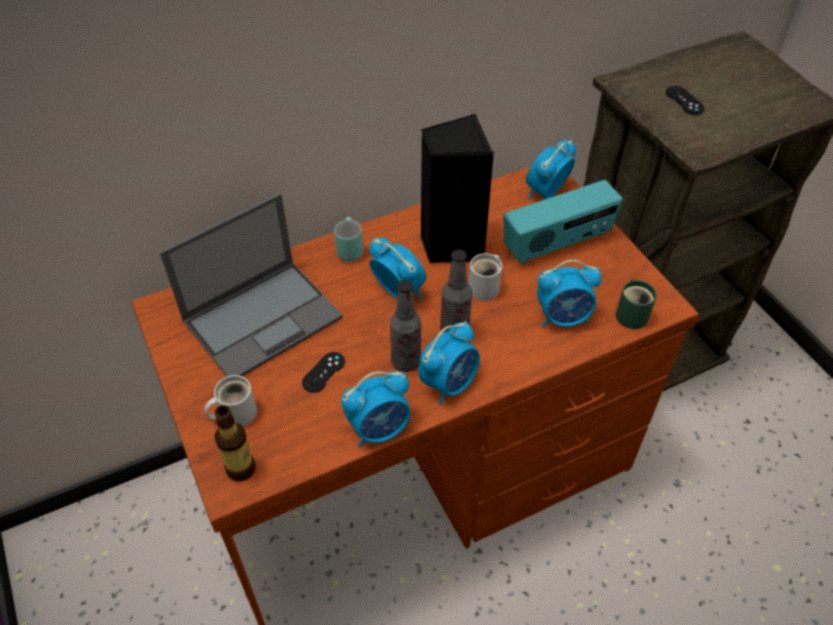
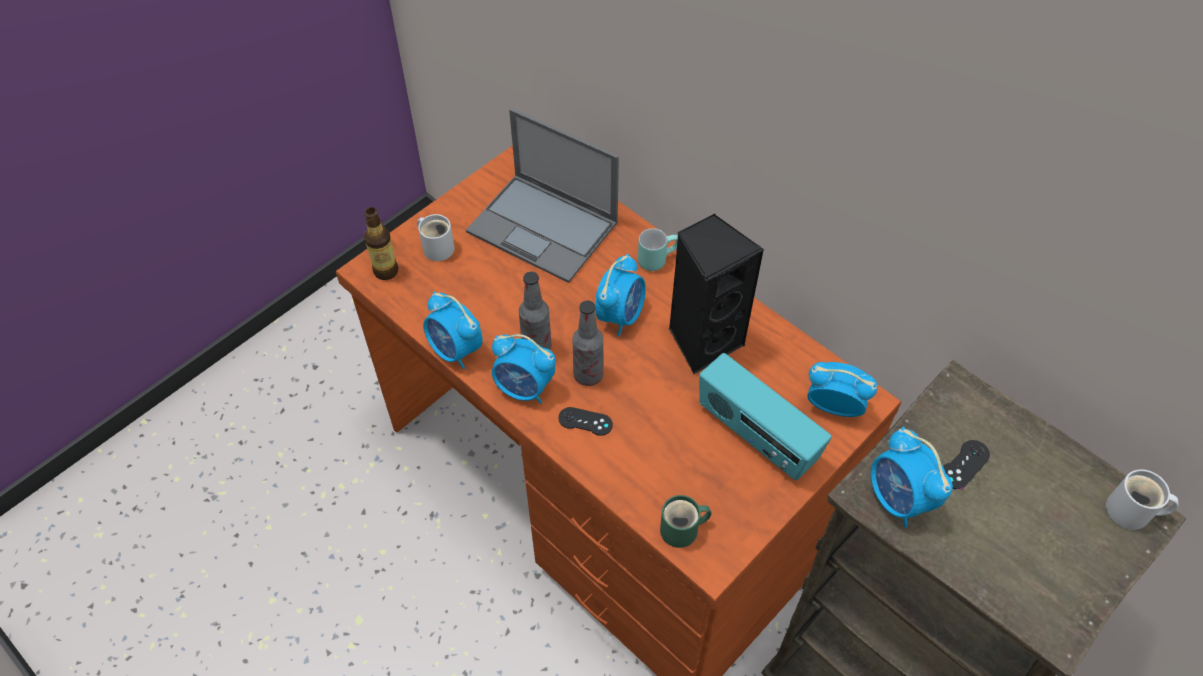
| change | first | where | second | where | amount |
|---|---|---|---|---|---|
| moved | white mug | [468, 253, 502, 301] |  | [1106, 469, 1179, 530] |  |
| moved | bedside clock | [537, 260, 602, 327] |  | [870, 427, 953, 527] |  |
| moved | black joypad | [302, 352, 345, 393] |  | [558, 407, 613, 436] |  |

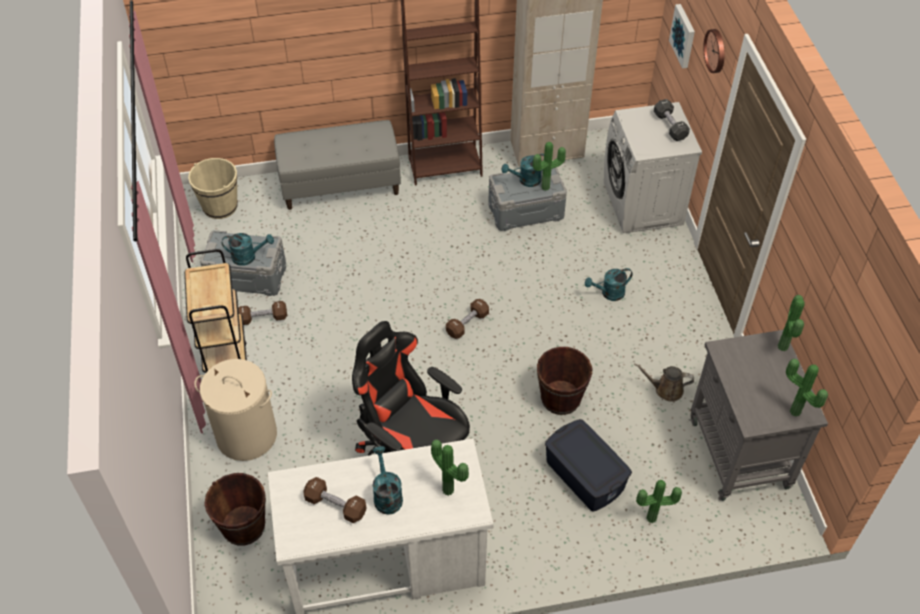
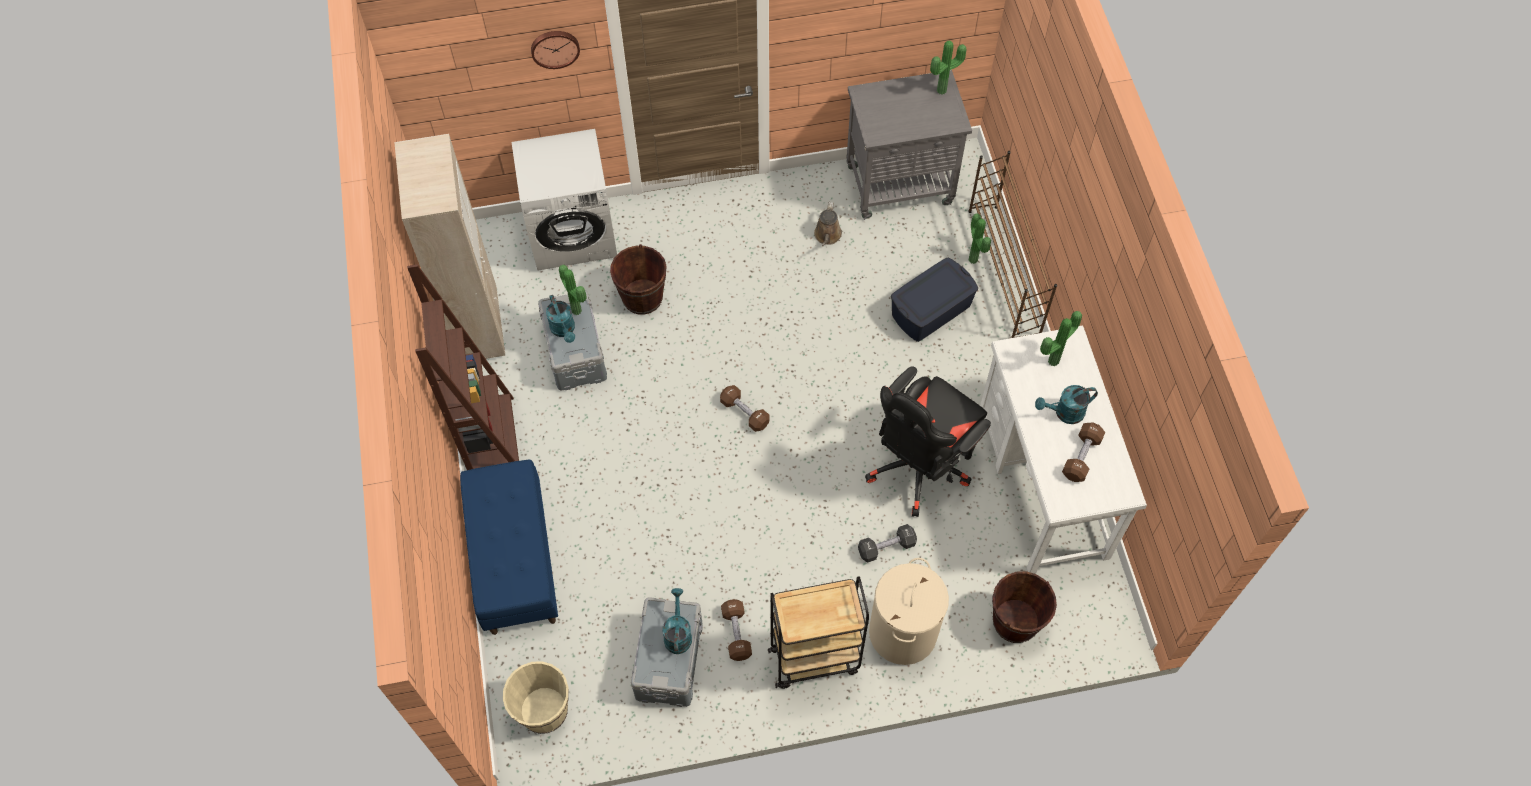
| change | first | where | second | where | amount |
|---|---|---|---|---|---|
| removed | wall art | [669, 4, 695, 69] |  |  |  |
| moved | black dumbbell | [654, 99, 690, 141] |  | [858, 524, 917, 563] |  |
| recoloured | greyish bench | [274, 120, 401, 210] | bluish bench | [460, 460, 558, 635] |  |
| removed | turquoise watering can | [585, 268, 633, 301] |  |  |  |
| removed | potted plant | [778, 295, 805, 351] |  |  |  |
| moved | brown pail | [537, 347, 592, 415] |  | [610, 244, 667, 315] |  |
| added |  |  | brown shoe stand | [968, 151, 1057, 338] |  |

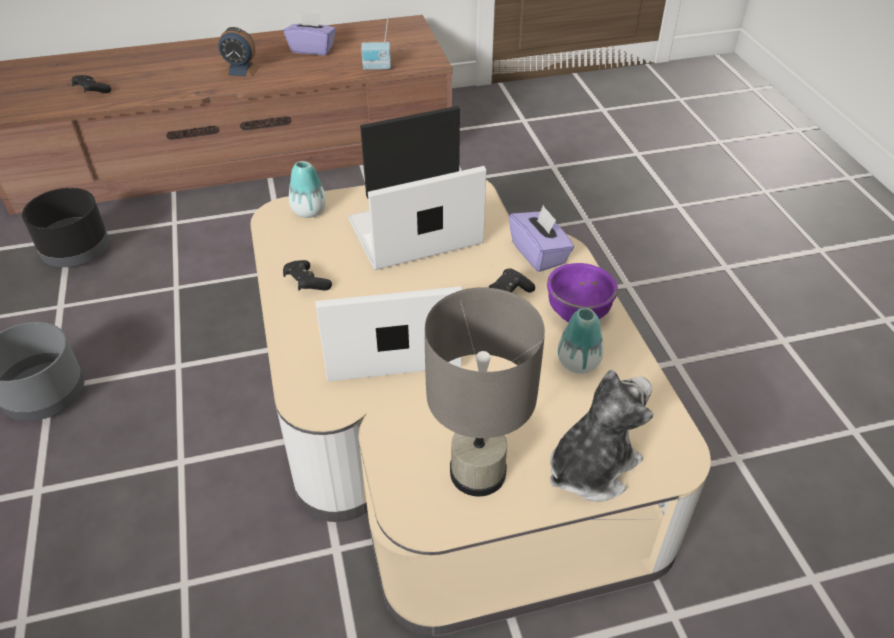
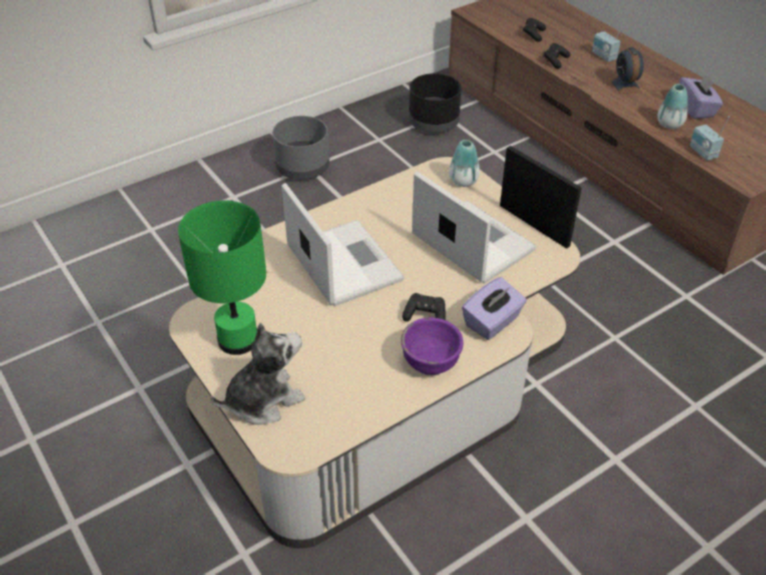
| change | first | where | second | where | amount |
|---|---|---|---|---|---|
| moved | black joypad | [283, 260, 332, 291] |  | [543, 43, 570, 69] |  |
| recoloured | greyish table lamp | [425, 287, 545, 496] | greenish table lamp | [178, 201, 266, 355] |  |
| moved | flower vase | [557, 308, 604, 374] |  | [658, 84, 688, 129] |  |
| turned | cuddly toy | [550, 369, 654, 502] |  | [211, 323, 305, 425] | 60 degrees counterclockwise |
| added |  |  | radio | [592, 20, 624, 62] |  |

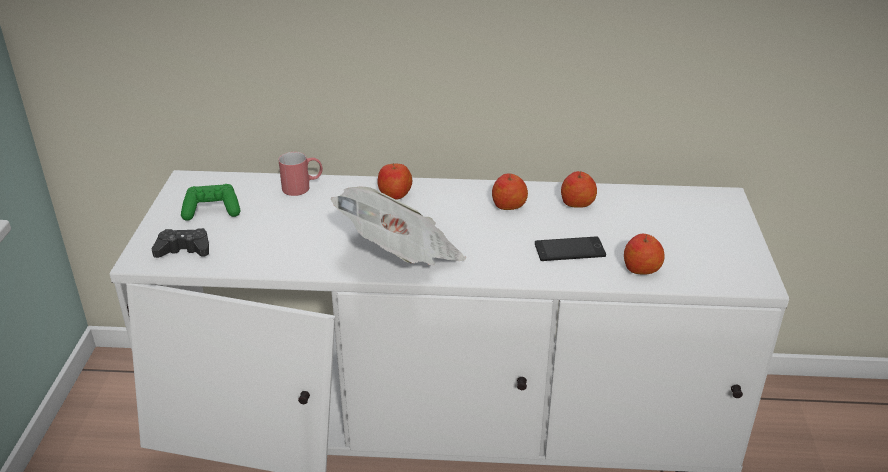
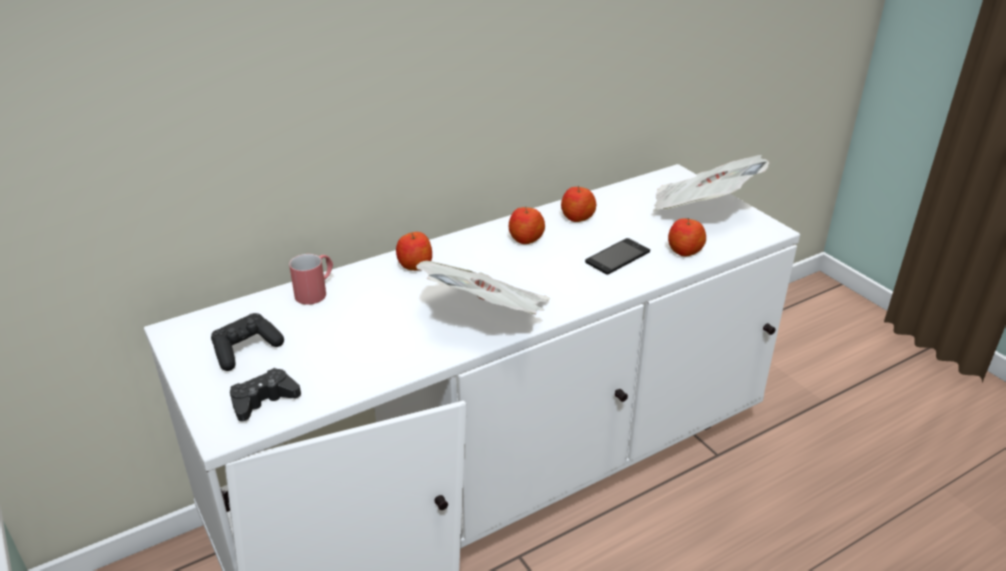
| change | first | where | second | where | amount |
|---|---|---|---|---|---|
| recoloured | greenish joypad | [181, 184, 240, 221] | black joypad | [211, 313, 284, 371] |  |
| added |  |  | printed paper | [653, 155, 769, 211] |  |

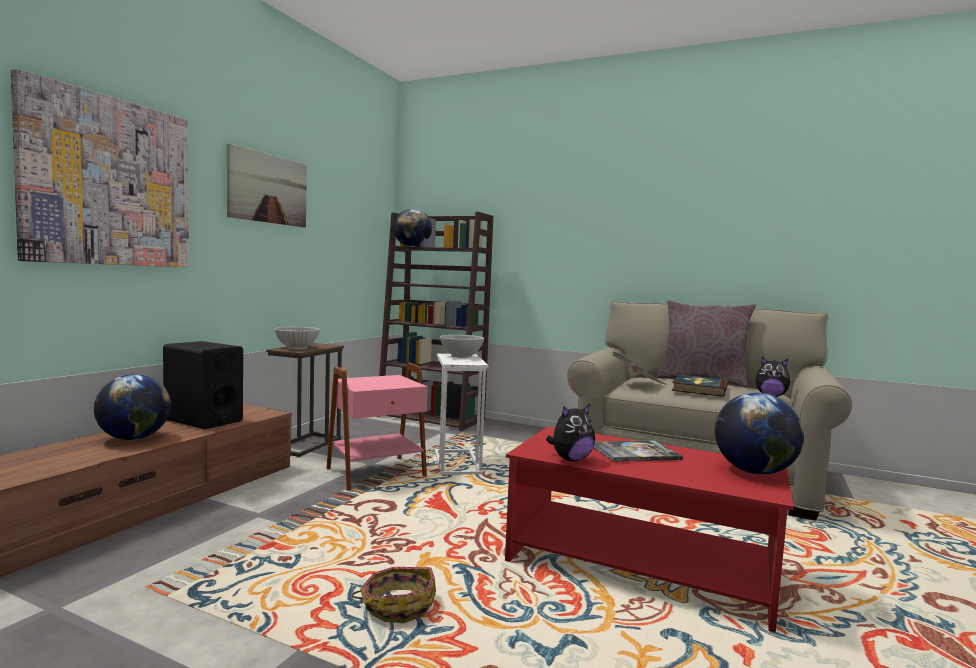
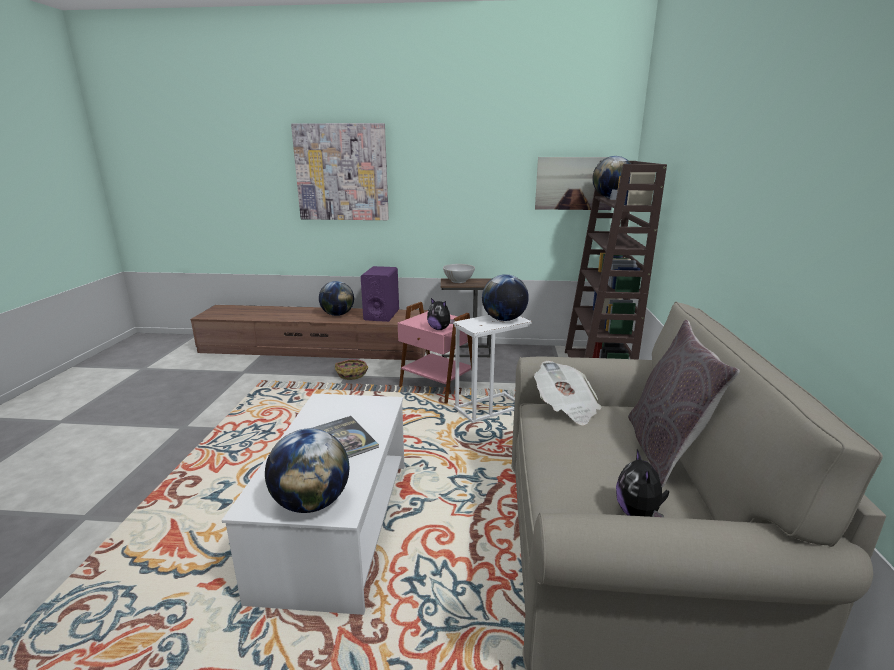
| change | first | where | second | where | amount |
|---|---|---|---|---|---|
| moved | wall art | [227, 143, 307, 227] |  | [535, 157, 611, 210] |  |
| replaced | white bowl | [440, 335, 484, 358] | globe | [482, 274, 529, 321] |  |
| recoloured | black speaker | [163, 341, 243, 429] | purplish speaker | [361, 266, 399, 322] |  |
| removed | bound book | [672, 374, 728, 397] |  |  |  |
| moved | cuddly toy | [546, 404, 595, 461] |  | [427, 298, 455, 330] |  |
| recoloured | reddish lounge table | [505, 427, 794, 633] | white lounge table | [222, 394, 404, 615] |  |
| moved | storage basket | [352, 567, 436, 623] |  | [335, 359, 368, 380] |  |

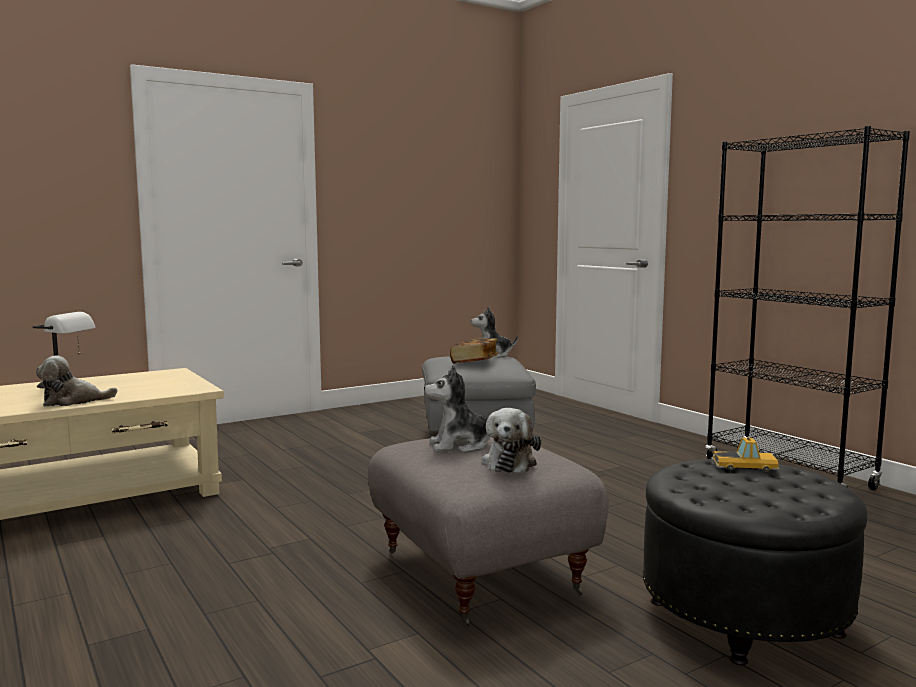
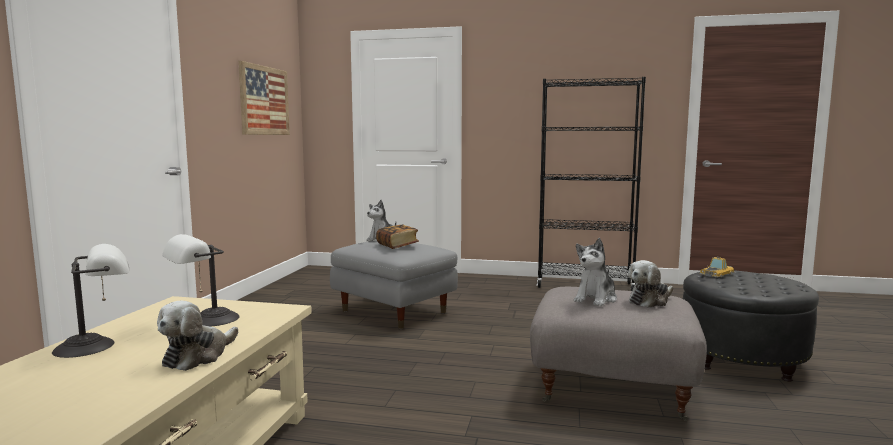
| change | first | where | second | where | amount |
|---|---|---|---|---|---|
| turned | cuddly toy | [481, 408, 541, 473] |  | [628, 260, 674, 308] | 90 degrees clockwise |
| added |  |  | wall art | [238, 61, 290, 135] |  |
| added |  |  | table lamp | [162, 234, 240, 326] |  |

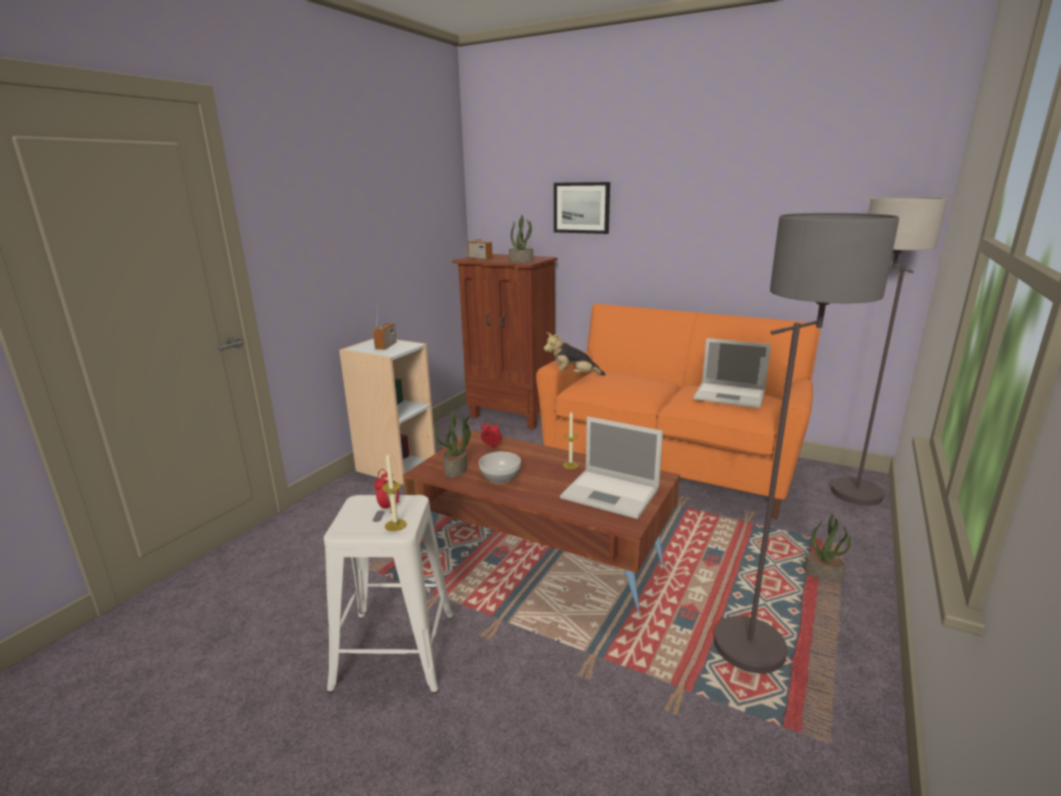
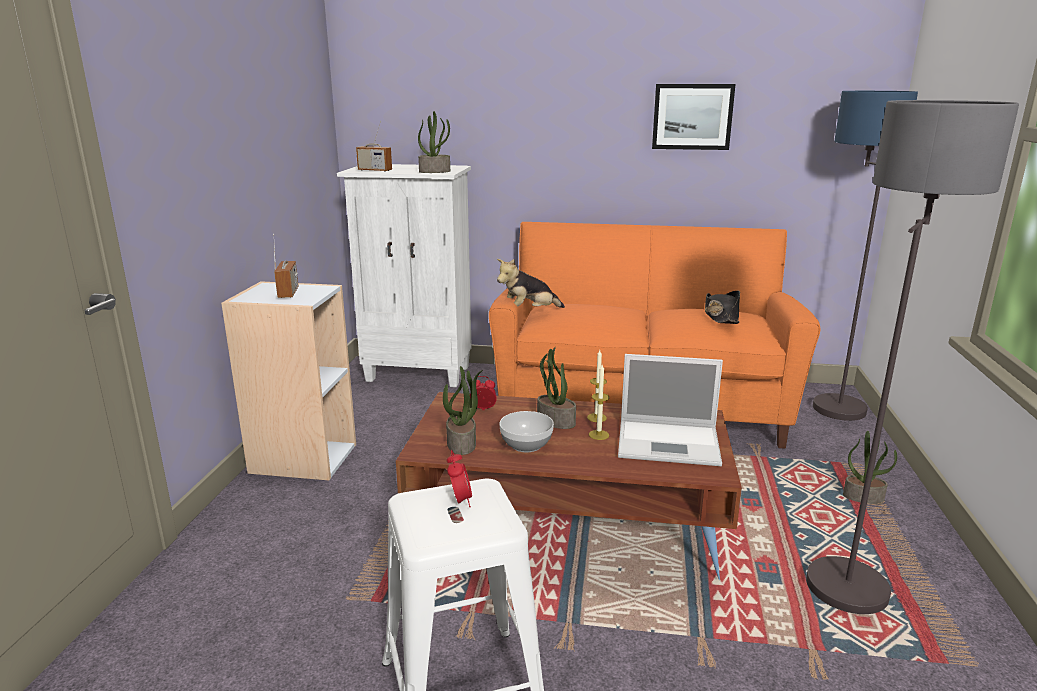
| change | first | where | second | where | amount |
|---|---|---|---|---|---|
| moved | wall art | [554, 182, 610, 234] |  | [652, 84, 736, 150] |  |
| recoloured | greyish floor lamp | [831, 197, 947, 506] | bluish floor lamp | [813, 91, 918, 421] |  |
| recoloured | brown storage cabinet | [452, 254, 558, 430] | white storage cabinet | [337, 164, 472, 387] |  |
| replaced | laptop | [693, 338, 771, 408] | black clothing hat | [705, 290, 740, 324] |  |
| moved | wax candle | [382, 452, 407, 532] |  | [589, 364, 610, 440] |  |
| added |  |  | potted plant | [537, 347, 576, 429] |  |

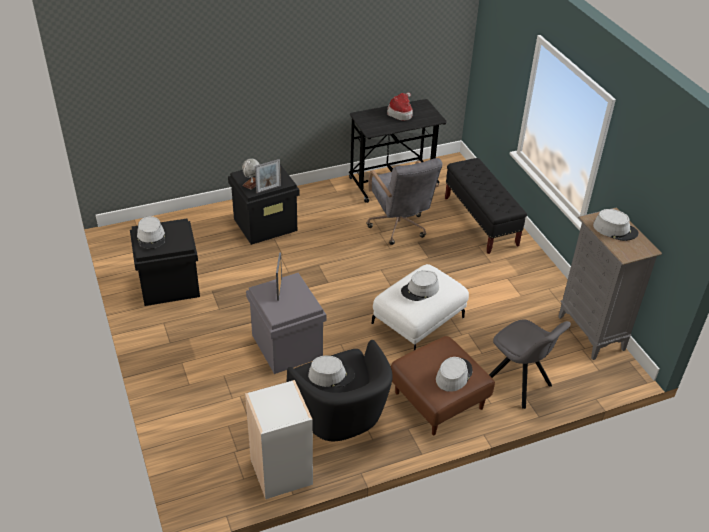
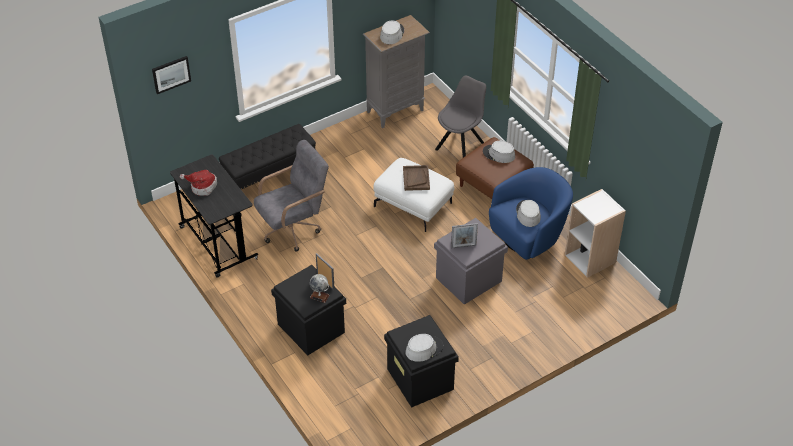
| change | first | where | second | where | amount |
|---|---|---|---|---|---|
| replaced | greyish clothing hat | [401, 270, 439, 301] | brown carrying tray | [403, 165, 430, 191] |  |
| recoloured | black armchair | [287, 340, 393, 441] | bluish armchair | [489, 167, 573, 260] |  |
| added |  |  | wall art | [152, 56, 191, 94] |  |

